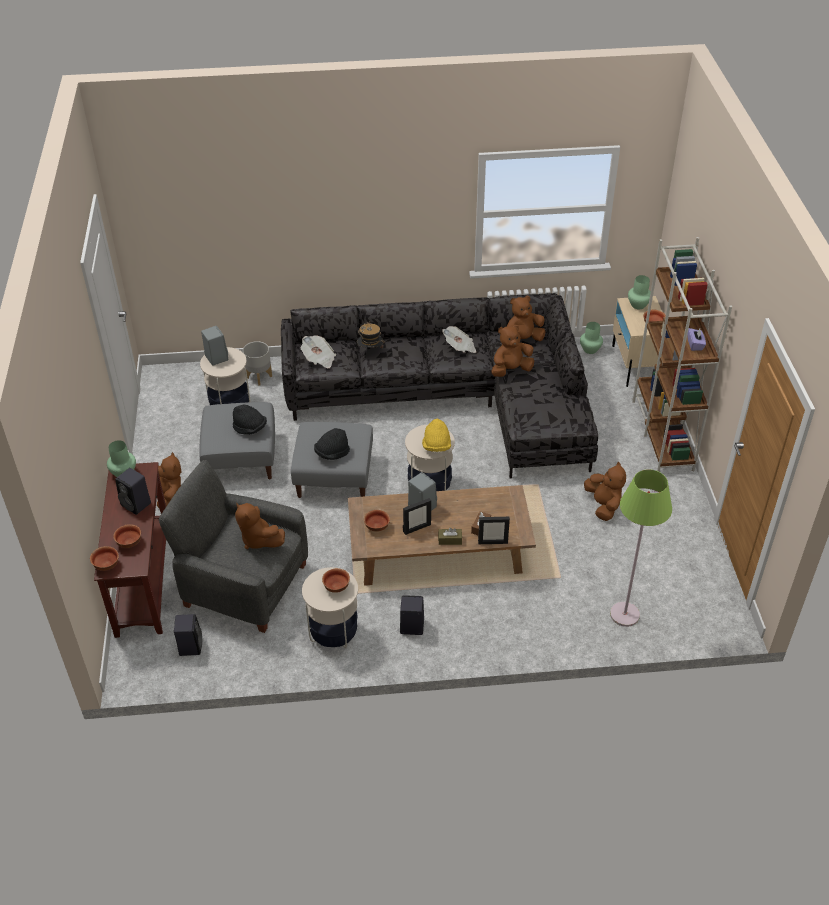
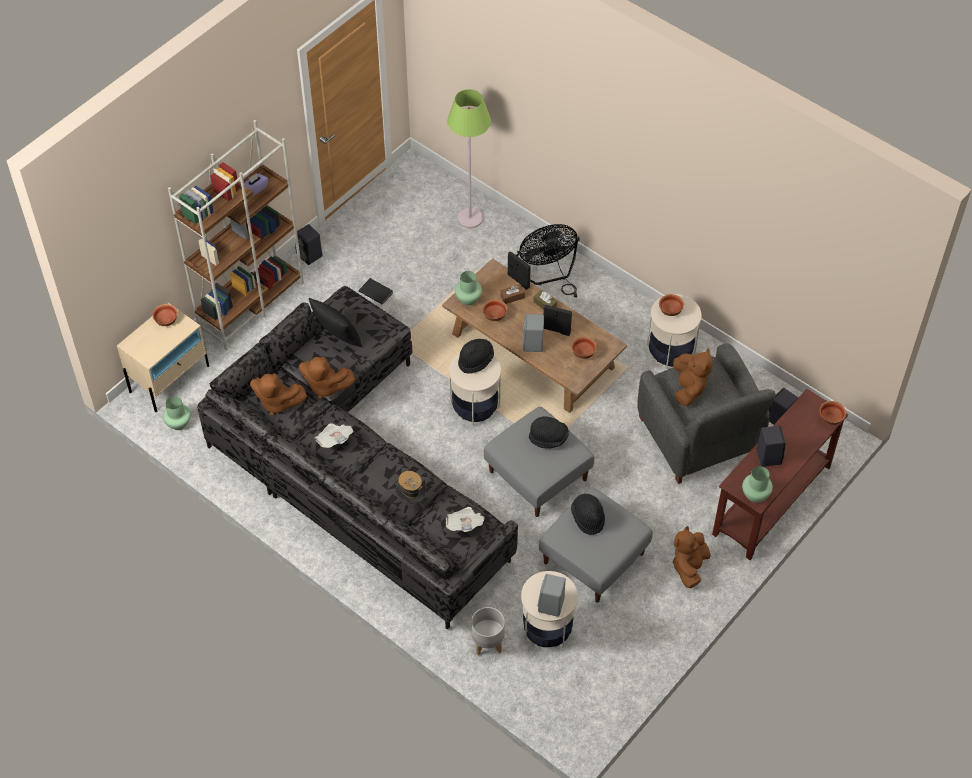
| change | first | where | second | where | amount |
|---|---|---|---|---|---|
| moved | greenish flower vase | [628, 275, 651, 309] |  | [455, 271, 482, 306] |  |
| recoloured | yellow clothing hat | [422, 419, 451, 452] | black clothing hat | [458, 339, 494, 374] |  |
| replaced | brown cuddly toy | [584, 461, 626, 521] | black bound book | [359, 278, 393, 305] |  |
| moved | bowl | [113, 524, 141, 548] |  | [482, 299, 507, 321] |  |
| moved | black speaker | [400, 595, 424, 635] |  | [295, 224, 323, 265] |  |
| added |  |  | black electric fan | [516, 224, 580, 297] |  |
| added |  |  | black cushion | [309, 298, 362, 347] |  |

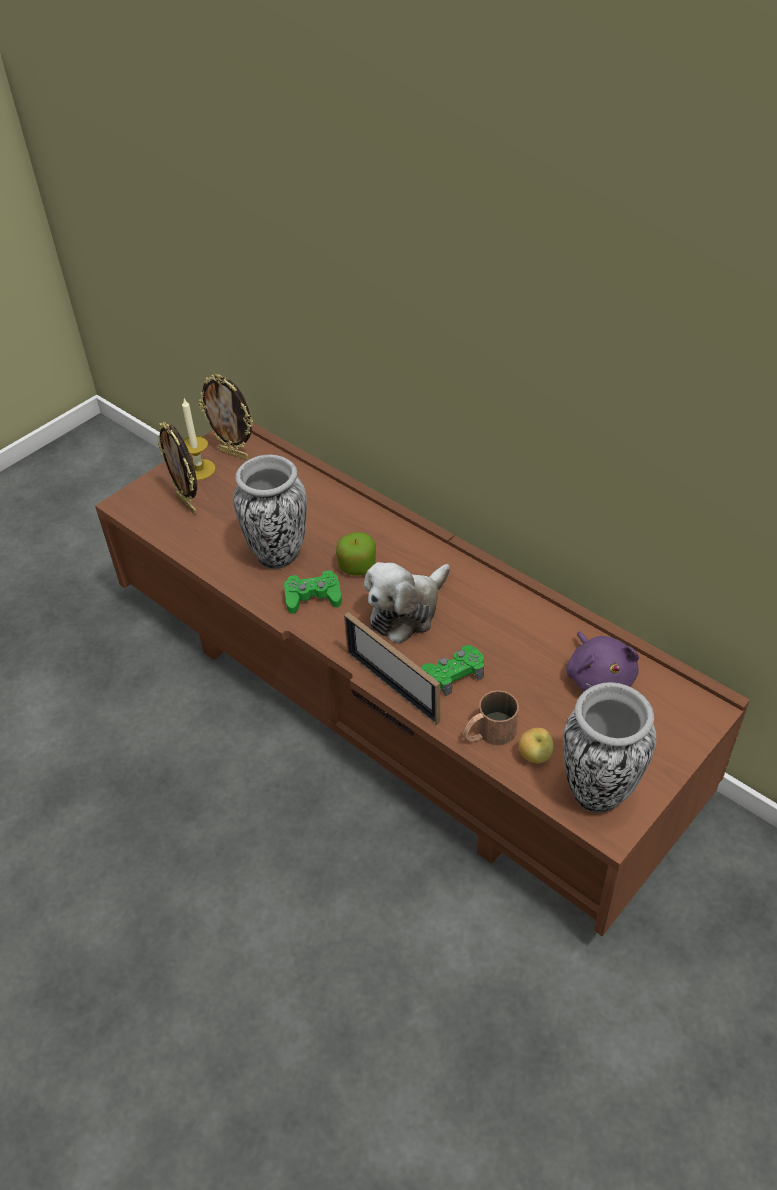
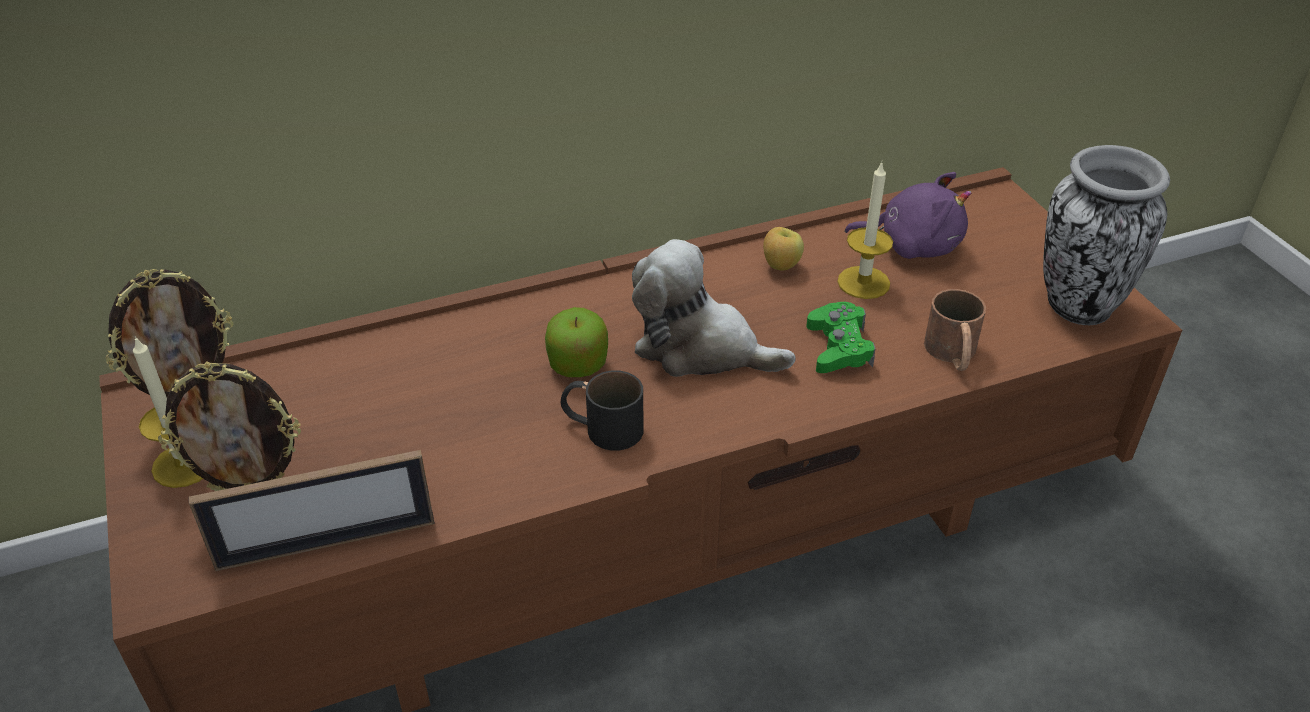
| change | first | where | second | where | amount |
|---|---|---|---|---|---|
| removed | flower vase | [233, 455, 307, 569] |  |  |  |
| turned | cuddly toy | [364, 562, 450, 644] |  | [632, 239, 796, 377] | 135 degrees clockwise |
| replaced | greenish joypad | [284, 570, 342, 614] | black mug | [561, 371, 644, 451] |  |
| moved | photo frame | [344, 612, 440, 725] |  | [189, 450, 435, 571] |  |
| moved | apple fruit | [518, 728, 554, 763] |  | [763, 227, 804, 271] |  |
| added |  |  | wax candle | [837, 161, 893, 299] |  |

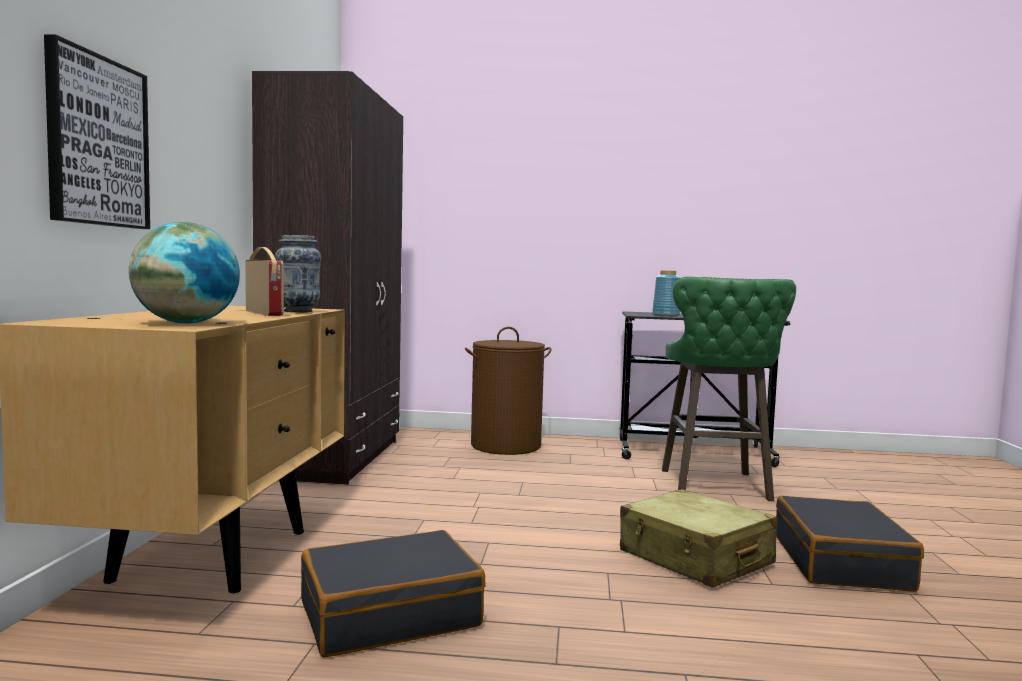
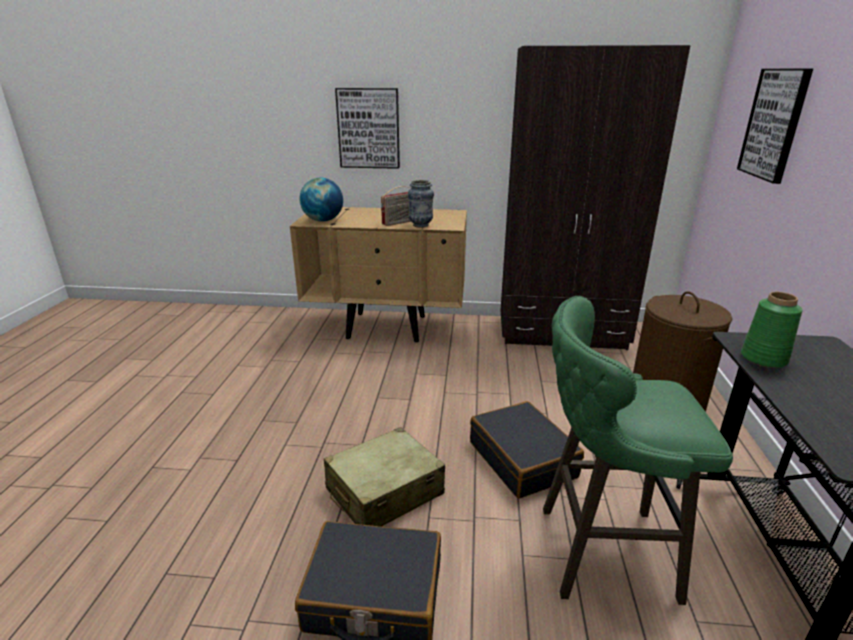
| change | first | where | second | where | amount |
|---|---|---|---|---|---|
| recoloured | bluish flower vase | [652, 270, 680, 317] | greenish flower vase | [741, 292, 803, 368] |  |
| moved | black piece of luggage | [301, 530, 485, 657] |  | [470, 401, 584, 498] |  |
| added |  |  | wall art | [737, 69, 813, 184] |  |

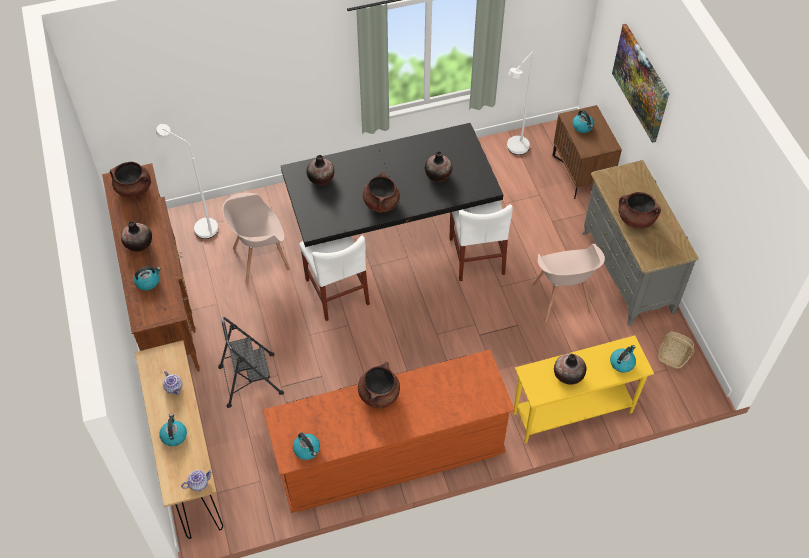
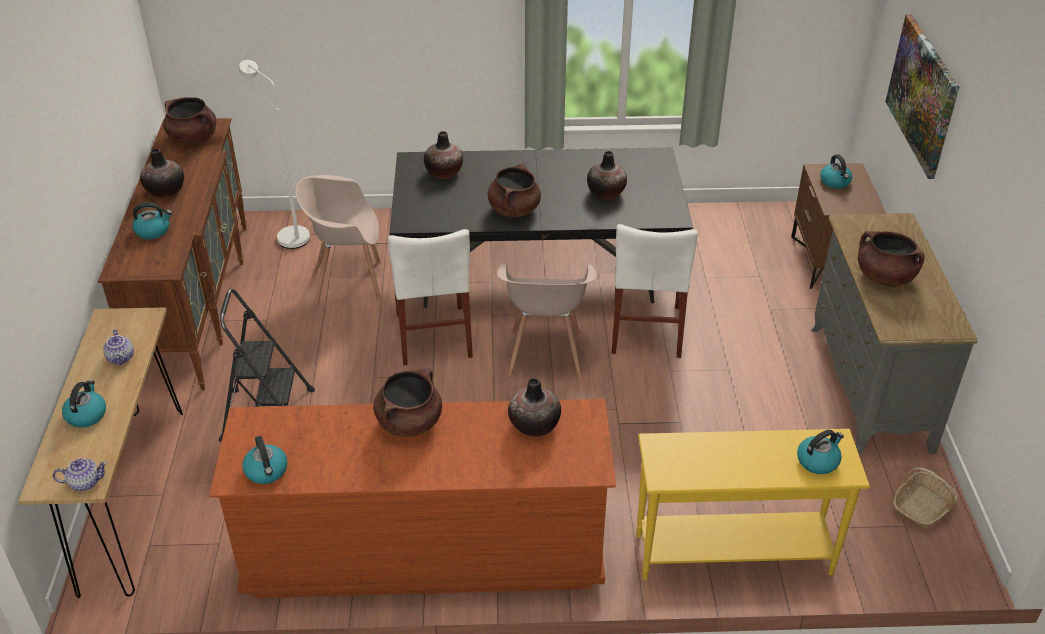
| change | first | where | second | where | amount |
|---|---|---|---|---|---|
| removed | white floor lamp | [507, 52, 533, 155] |  |  |  |
| moved | beige-coloured upright chair | [532, 244, 605, 323] |  | [497, 263, 596, 378] |  |
| moved | flower vase | [554, 354, 586, 385] |  | [508, 378, 561, 437] |  |

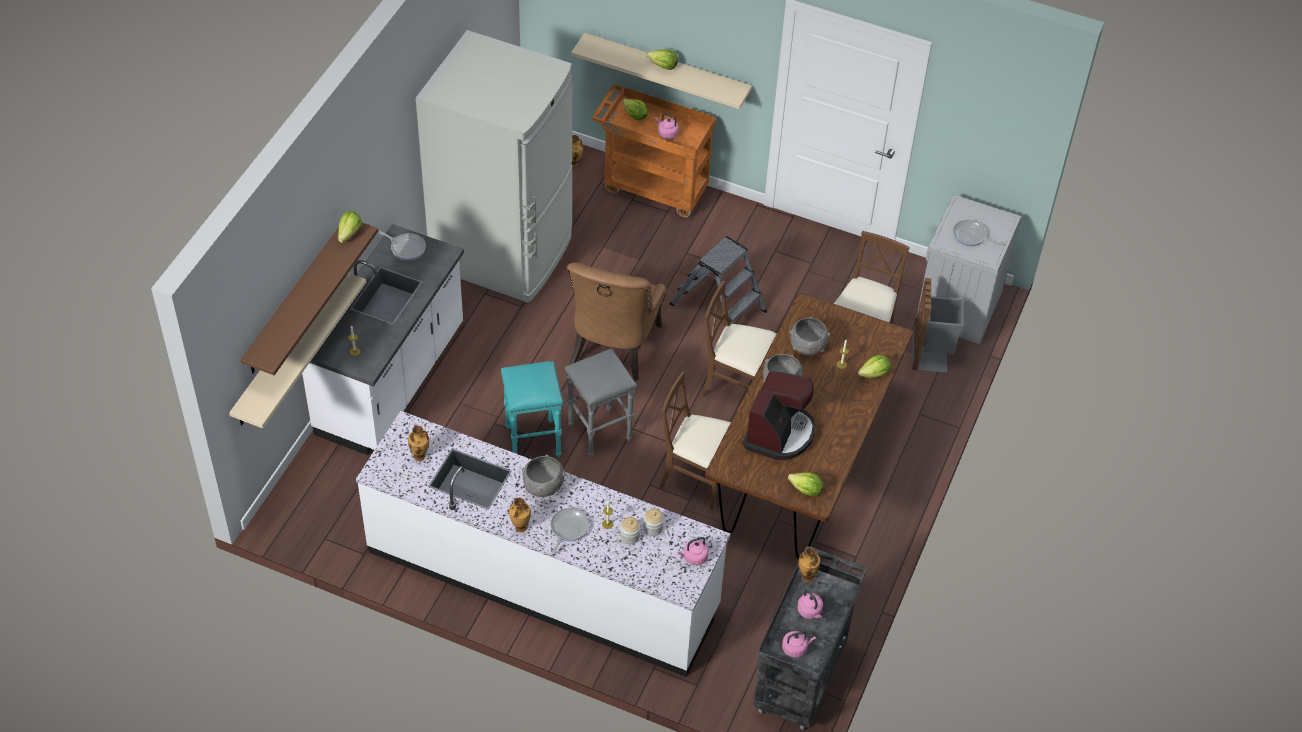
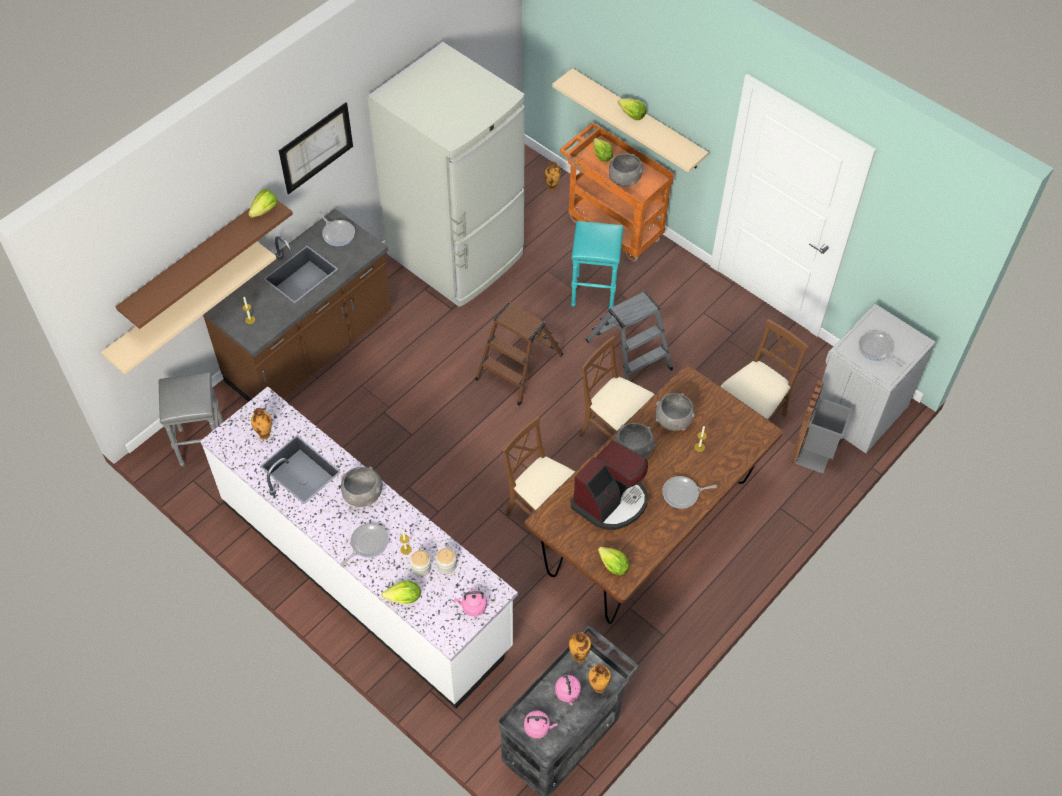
| change | first | where | second | where | amount |
|---|---|---|---|---|---|
| replaced | pink-coloured water kettle | [655, 113, 679, 139] | greyish bowl | [609, 153, 643, 187] |  |
| recoloured | white kitchen counter | [302, 224, 464, 455] | brown kitchen counter | [203, 209, 391, 402] |  |
| replaced | brown upright chair | [567, 262, 666, 381] | brown step stool | [475, 302, 564, 406] |  |
| moved | greyish stool | [565, 349, 637, 457] |  | [159, 372, 224, 466] |  |
| moved | lettuce head | [858, 355, 891, 378] |  | [382, 580, 421, 604] |  |
| moved | turquoise stool | [501, 361, 563, 457] |  | [571, 221, 624, 308] |  |
| moved | flower vase | [509, 497, 531, 533] |  | [588, 664, 611, 693] |  |
| added |  |  | wall art | [279, 102, 353, 194] |  |
| added |  |  | pan | [662, 476, 717, 509] |  |

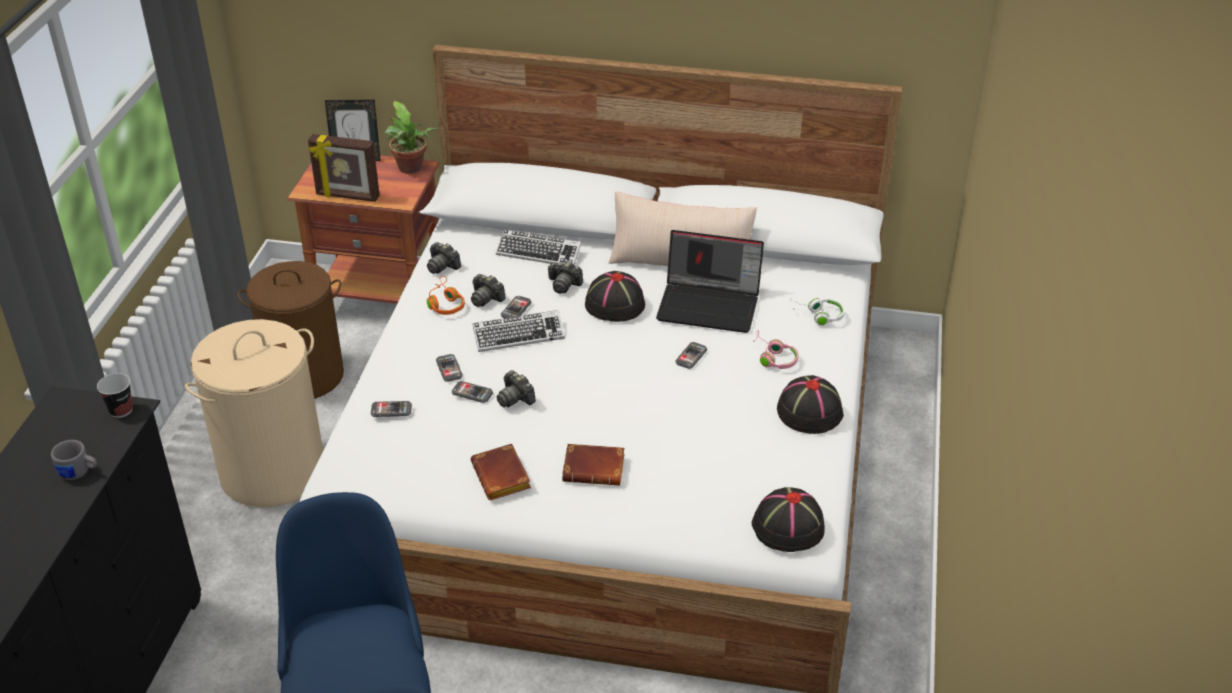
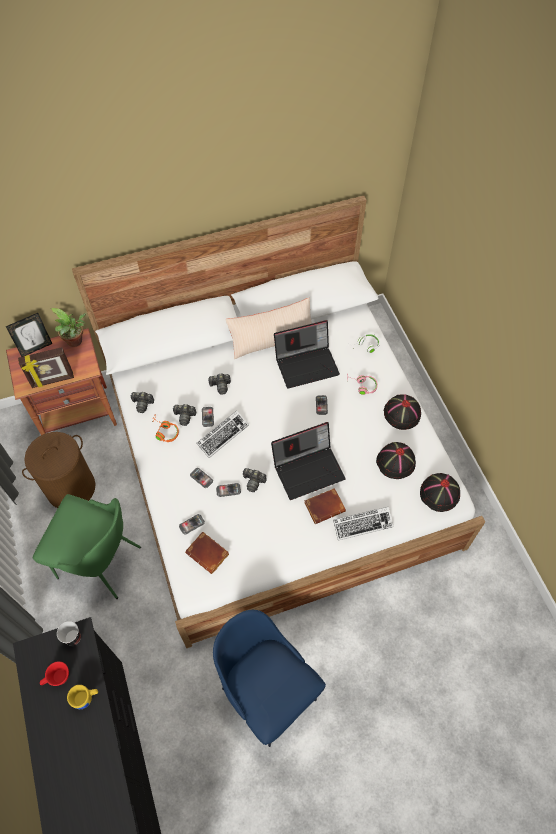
| change | first | where | second | where | amount |
|---|---|---|---|---|---|
| moved | keyboard | [496, 229, 581, 265] |  | [333, 507, 394, 541] |  |
| moved | black clothing hat | [585, 271, 645, 322] |  | [376, 442, 416, 479] |  |
| replaced | beige-coloured hamper | [185, 319, 323, 508] | greenish upright chair | [33, 494, 141, 599] |  |
| recoloured | greyish mug | [51, 440, 97, 480] | yellow mug | [67, 685, 98, 709] |  |
| moved | brown bound book | [471, 444, 531, 500] |  | [185, 531, 229, 574] |  |
| added |  |  | laptop | [271, 422, 346, 500] |  |
| added |  |  | reddish small cup | [40, 661, 69, 686] |  |

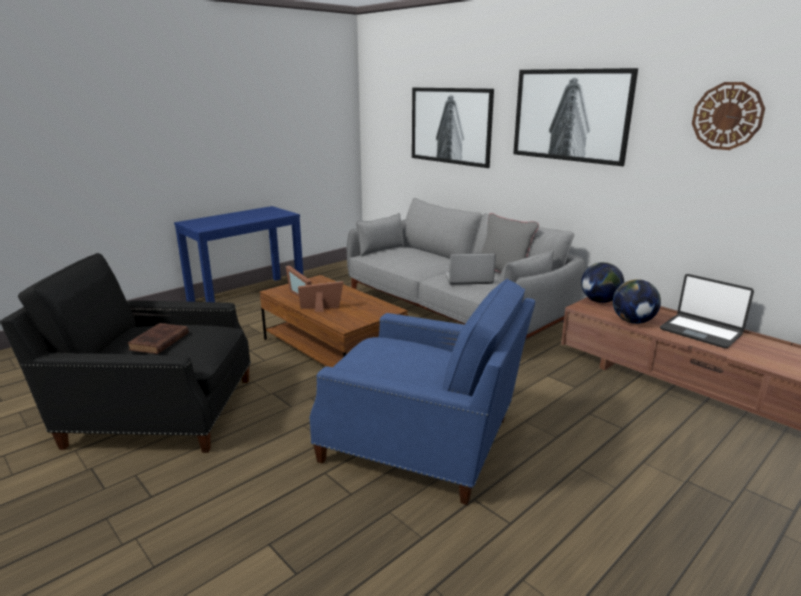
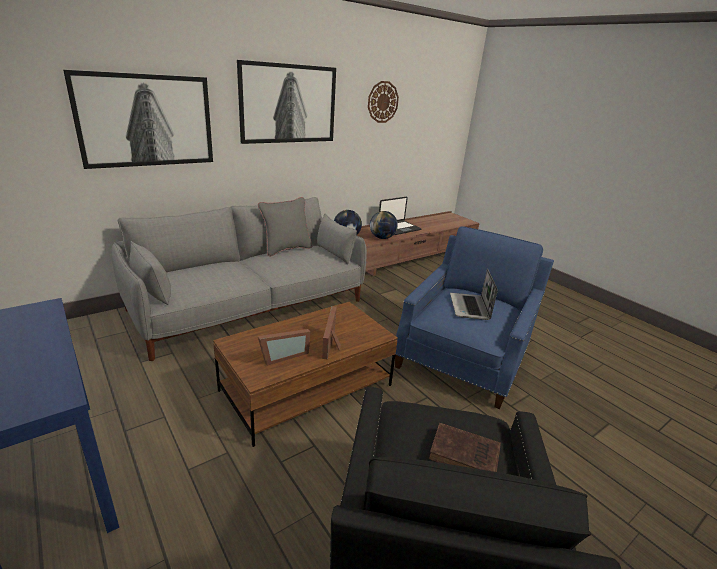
| change | first | where | second | where | amount |
|---|---|---|---|---|---|
| moved | laptop | [445, 253, 496, 285] |  | [450, 269, 498, 320] |  |

